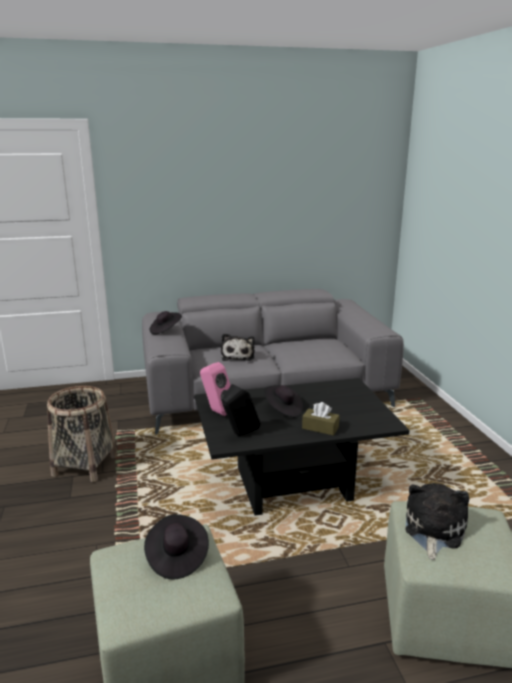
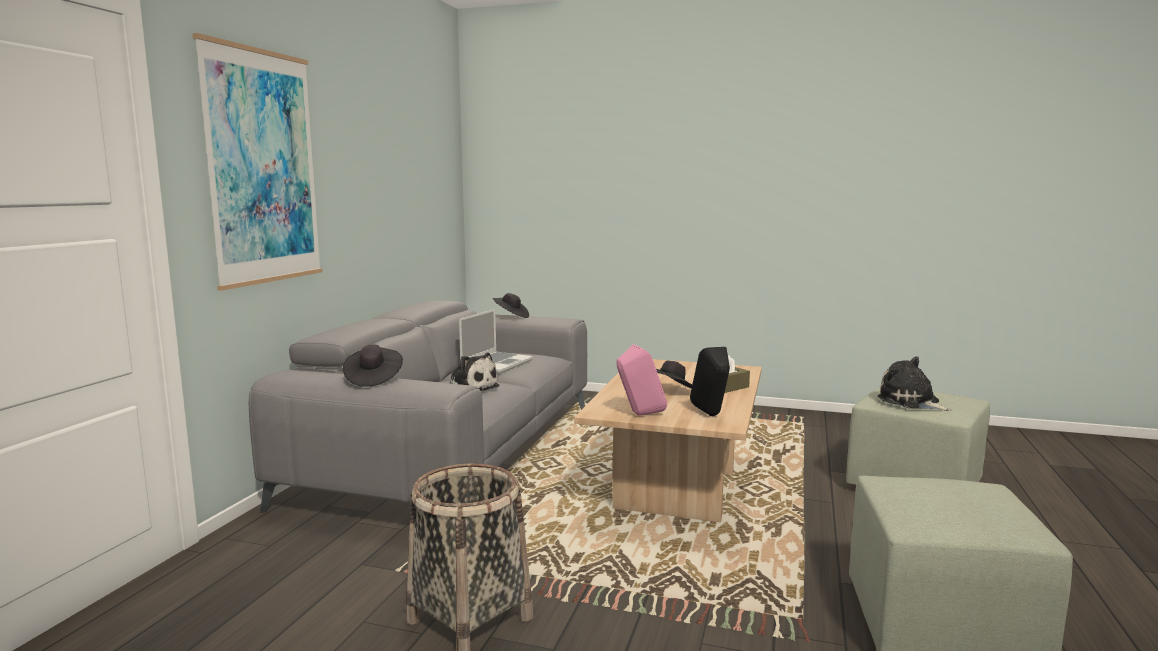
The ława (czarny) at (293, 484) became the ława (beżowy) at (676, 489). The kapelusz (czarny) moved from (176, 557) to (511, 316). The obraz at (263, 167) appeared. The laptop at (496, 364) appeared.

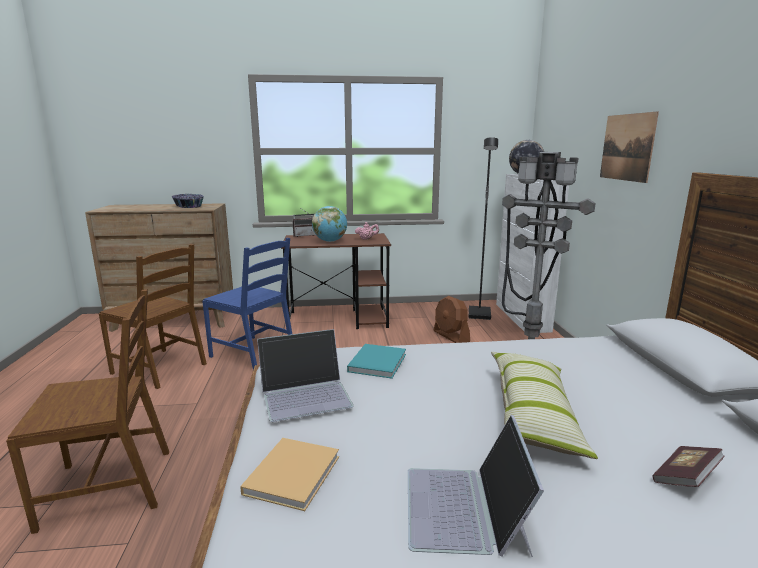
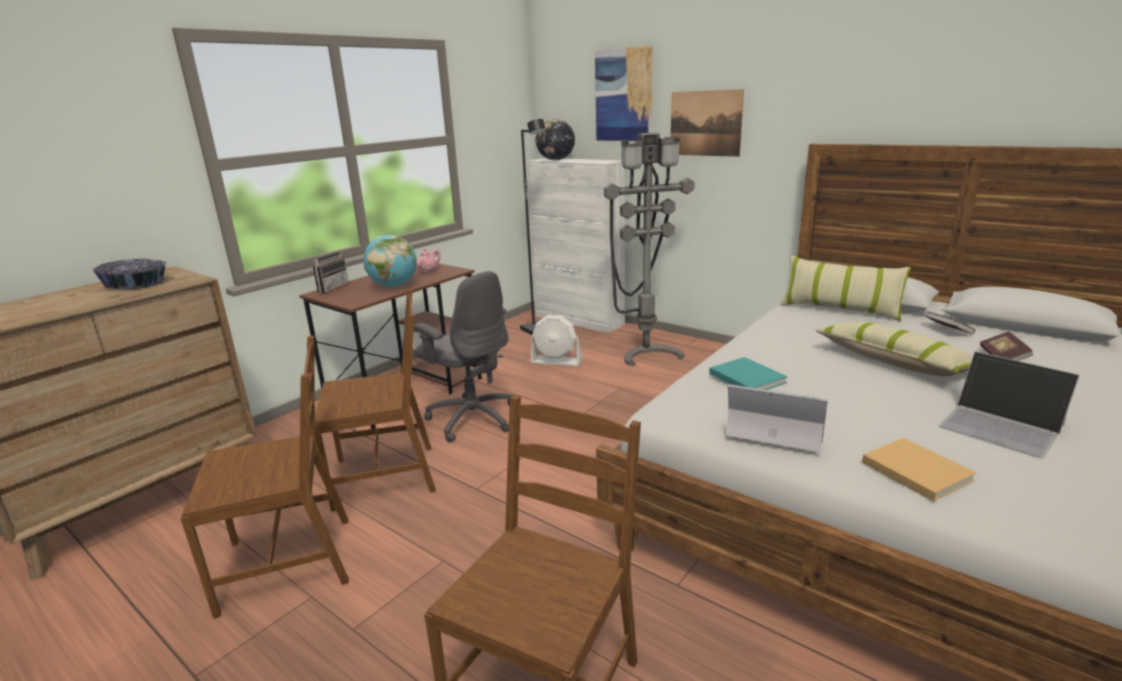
The krzesło (niebieski) at (254, 353) became the krzesło (brązowy) at (386, 475). The wentylator (brązowy) at (451, 336) became the wentylator (biały) at (556, 361). The laptop at (306, 393) turned 90 degrees counterclockwise. The obraz at (623, 95) appeared. The poduszka at (839, 309) appeared. The krzesło biurowe (szary) at (472, 418) appeared. The książka at (947, 331) appeared.

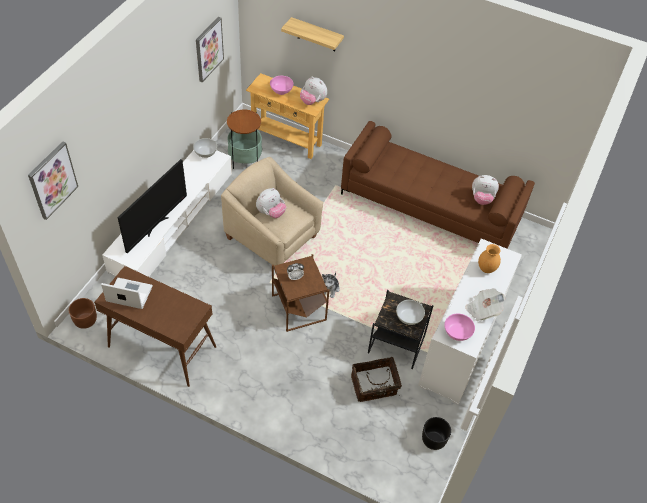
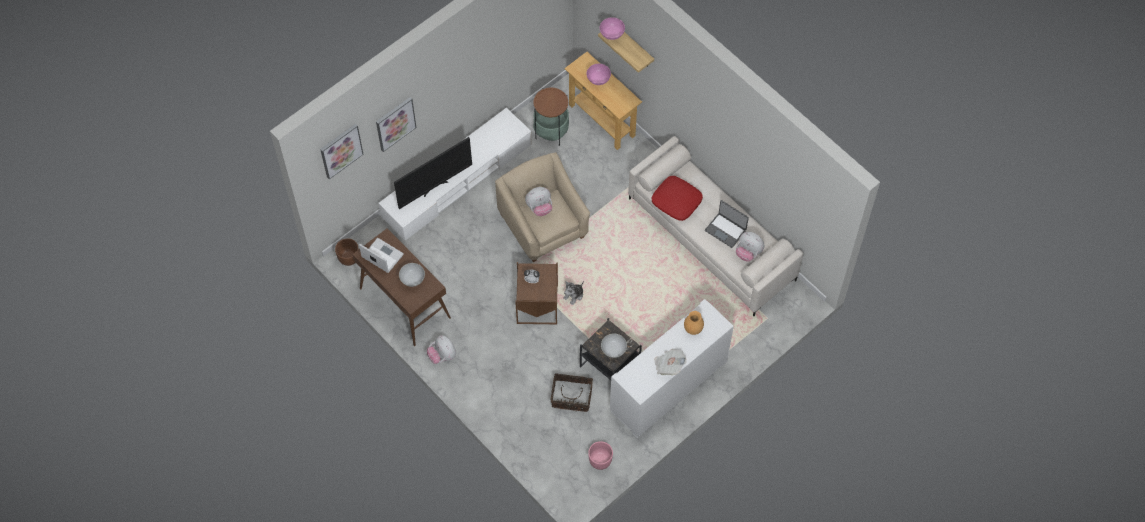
The obraz moved from (208, 49) to (395, 123). The pluszak moved from (313, 101) to (442, 356). The kanapa (brązowy) at (431, 206) became the kanapa (biały) at (712, 239). The miska (biały) moved from (205, 154) to (412, 279). The miska (różowy) moved from (457, 333) to (611, 34). The donica (czarny) at (433, 440) became the donica (różowy) at (600, 460). The poduszka (czerwony) at (677, 201) appeared. The laptop at (726, 230) appeared.

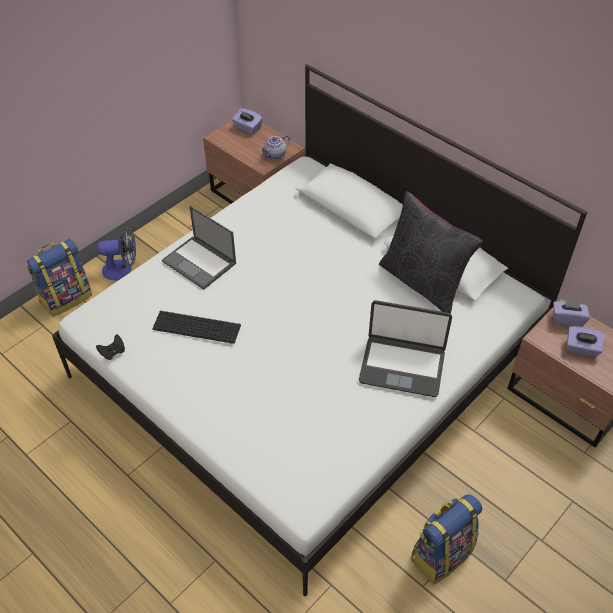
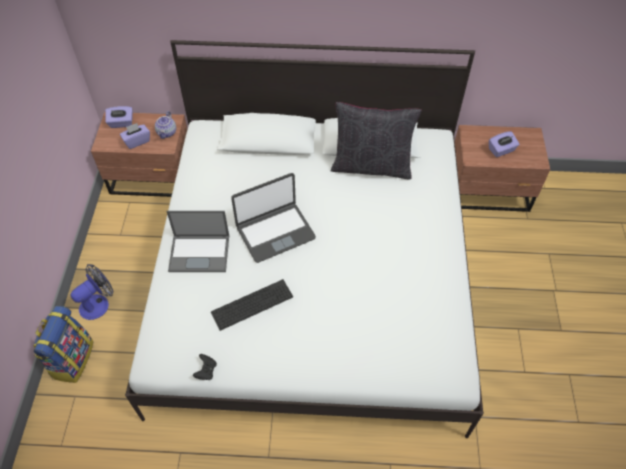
The pudełko chusteczek (fioletowy) moved from (567, 319) to (137, 141). The laptop moved from (402, 366) to (275, 232). The plecak at (441, 554) disappeared.

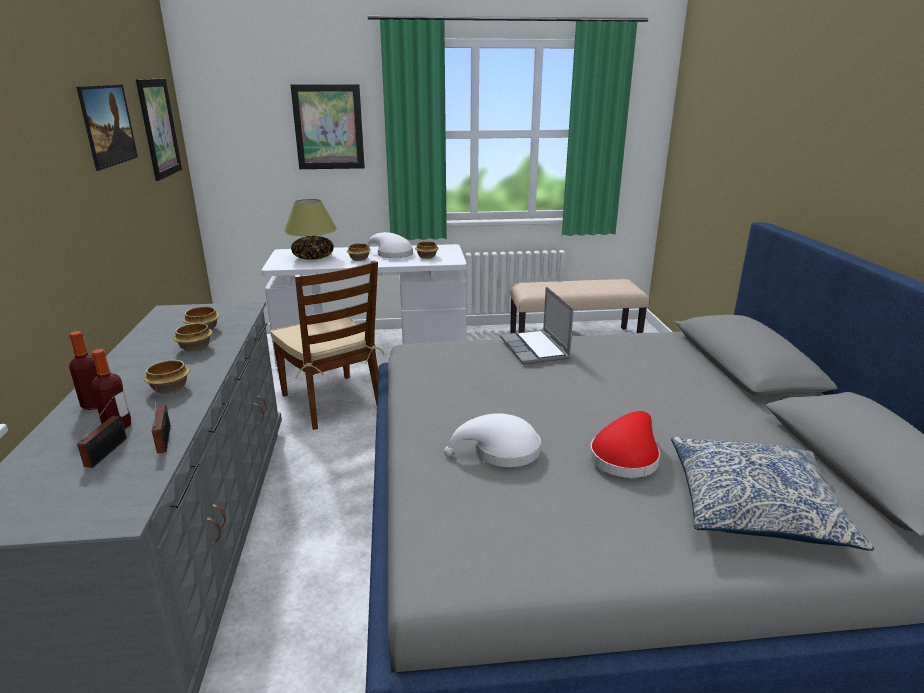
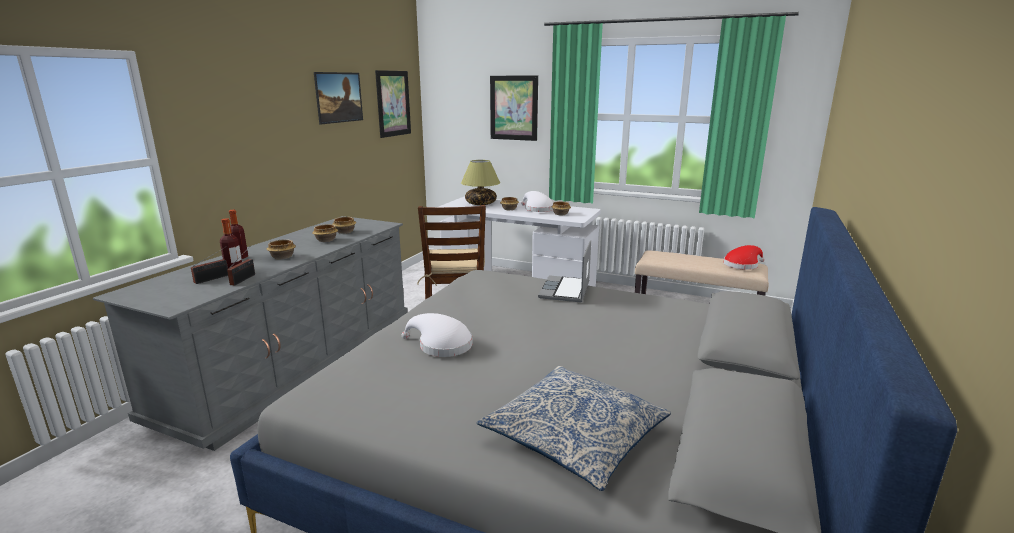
The kapelusz (czerwony) moved from (625, 456) to (742, 265).

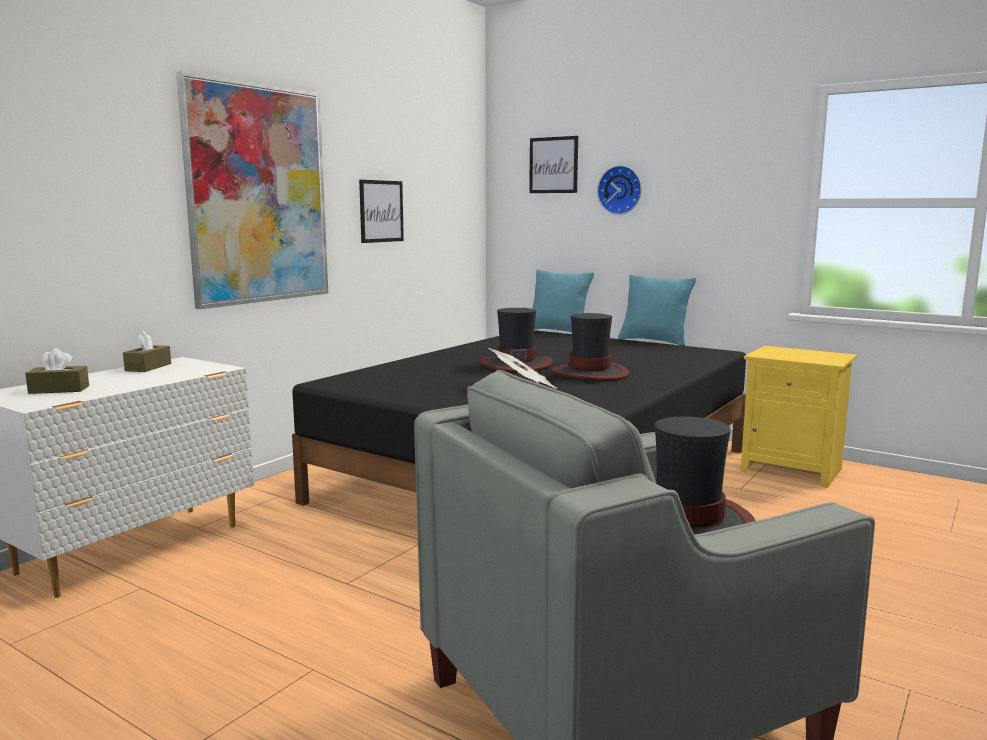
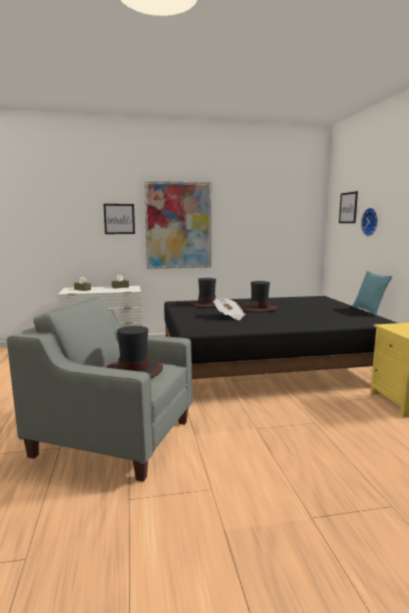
The obraz moved from (381, 211) to (119, 219). The poduszka (turkusowy) at (558, 331) disappeared. The kapelusz moved from (590, 373) to (207, 304).

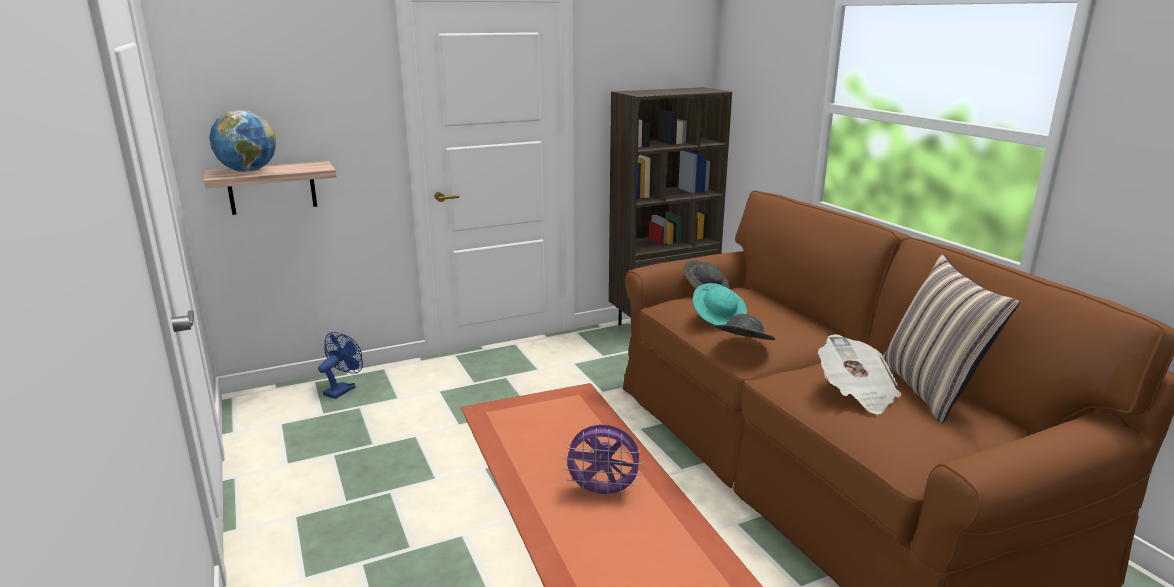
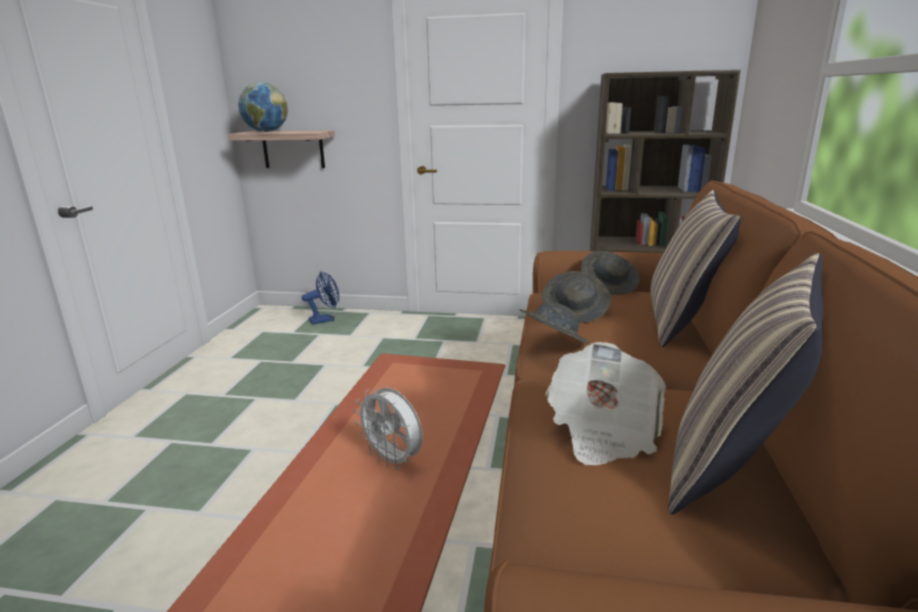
The kapelusz (turkusowy) at (719, 318) became the kapelusz (szary) at (575, 312). The wentylator (fioletowy) at (603, 493) became the wentylator (biały) at (393, 460). The poduszka at (681, 323) appeared.

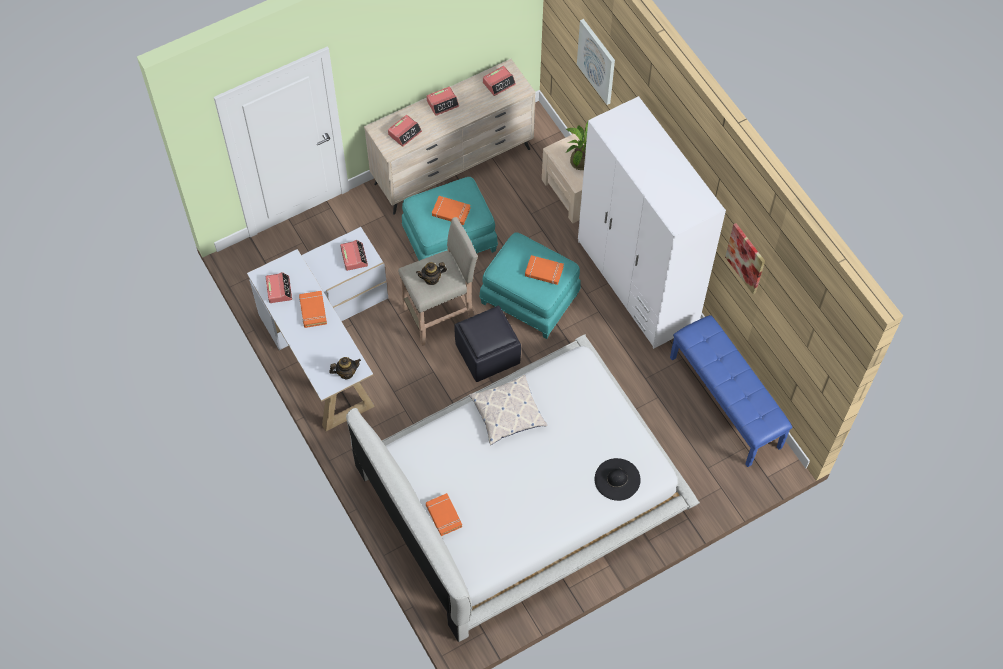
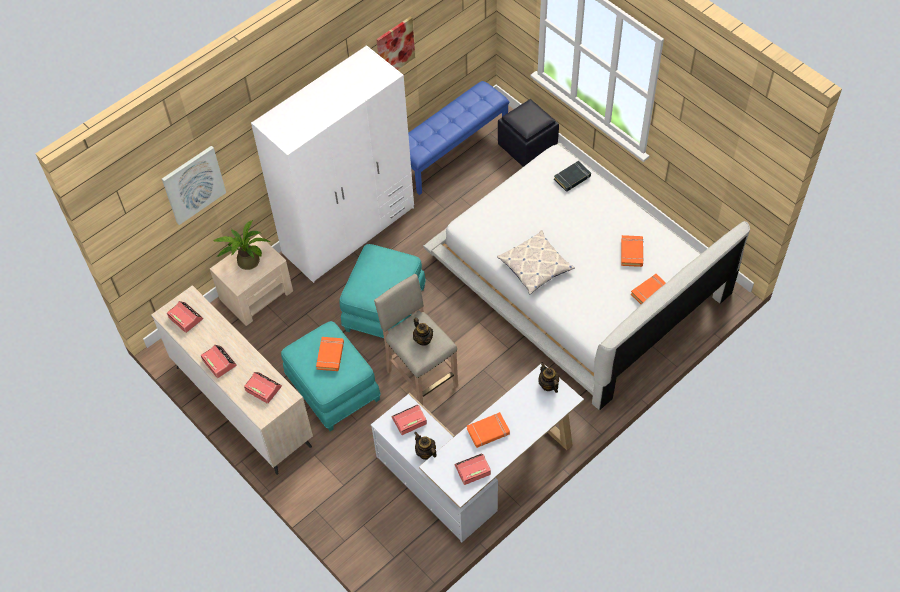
The książka (pomarańczowy) moved from (544, 272) to (632, 252). The pufa (czarny) moved from (487, 353) to (526, 146). The kapelusz (czarny) at (617, 479) was replaced by the książka (czarny) at (572, 178). The imbryk at (425, 453) appeared.

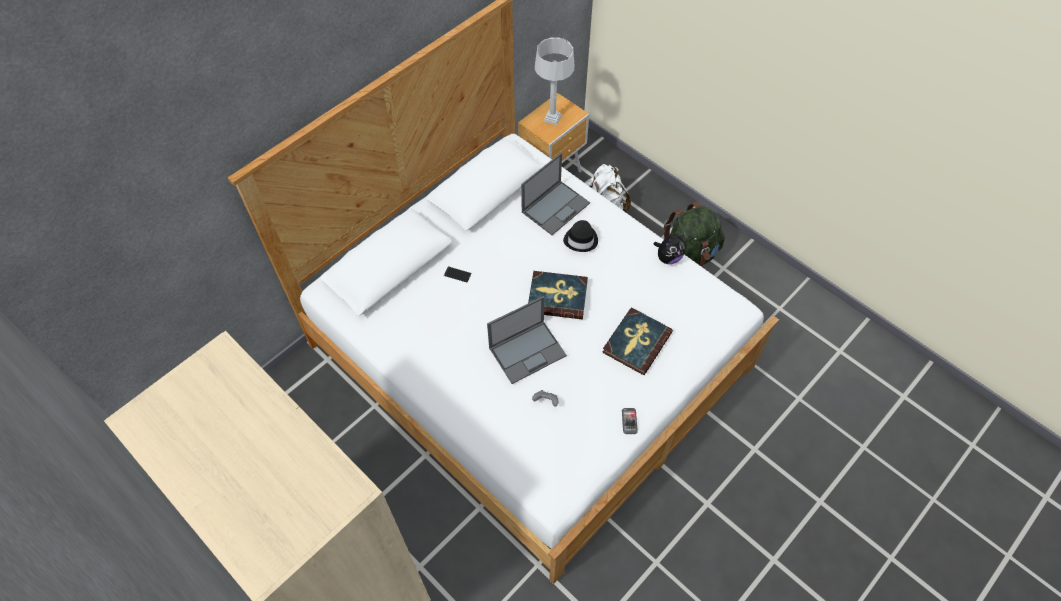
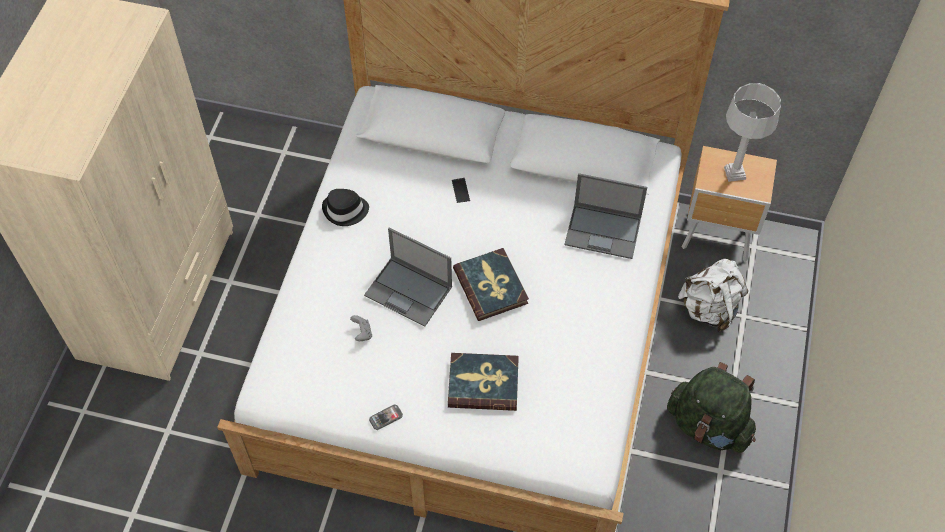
The kapelusz (czarny) moved from (581, 240) to (345, 210). The pluszak at (668, 258) disappeared.

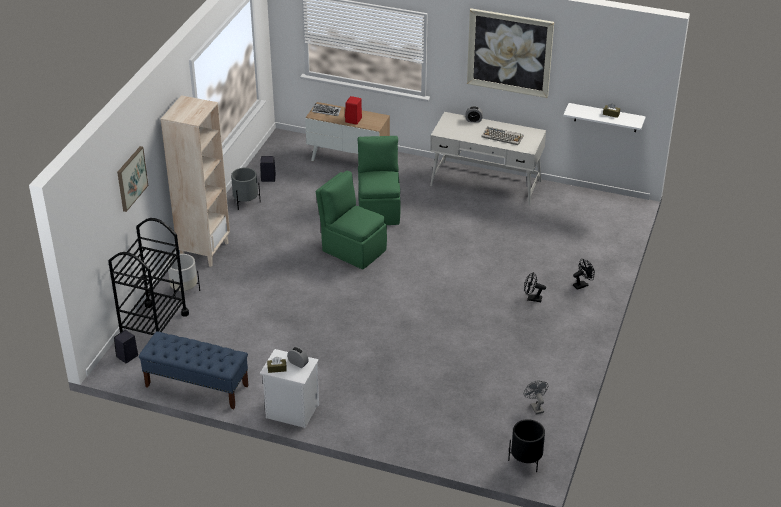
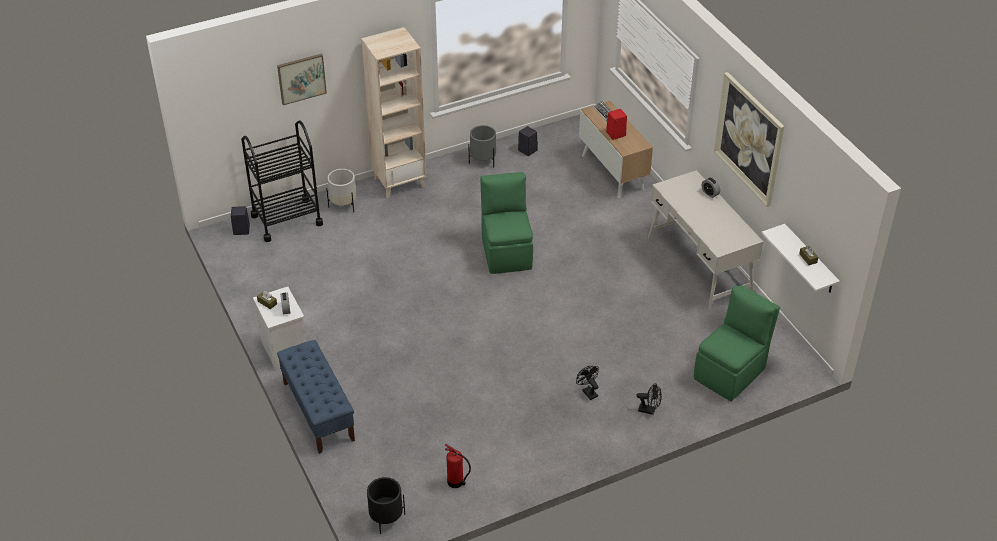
The klawiatura at (502, 136) disappeared. The krzesło (zielony) moved from (379, 209) to (731, 373). The ławka (niebieski) moved from (196, 386) to (318, 411). The wentylator (szary) at (535, 407) was replaced by the gaśnica at (456, 482).

